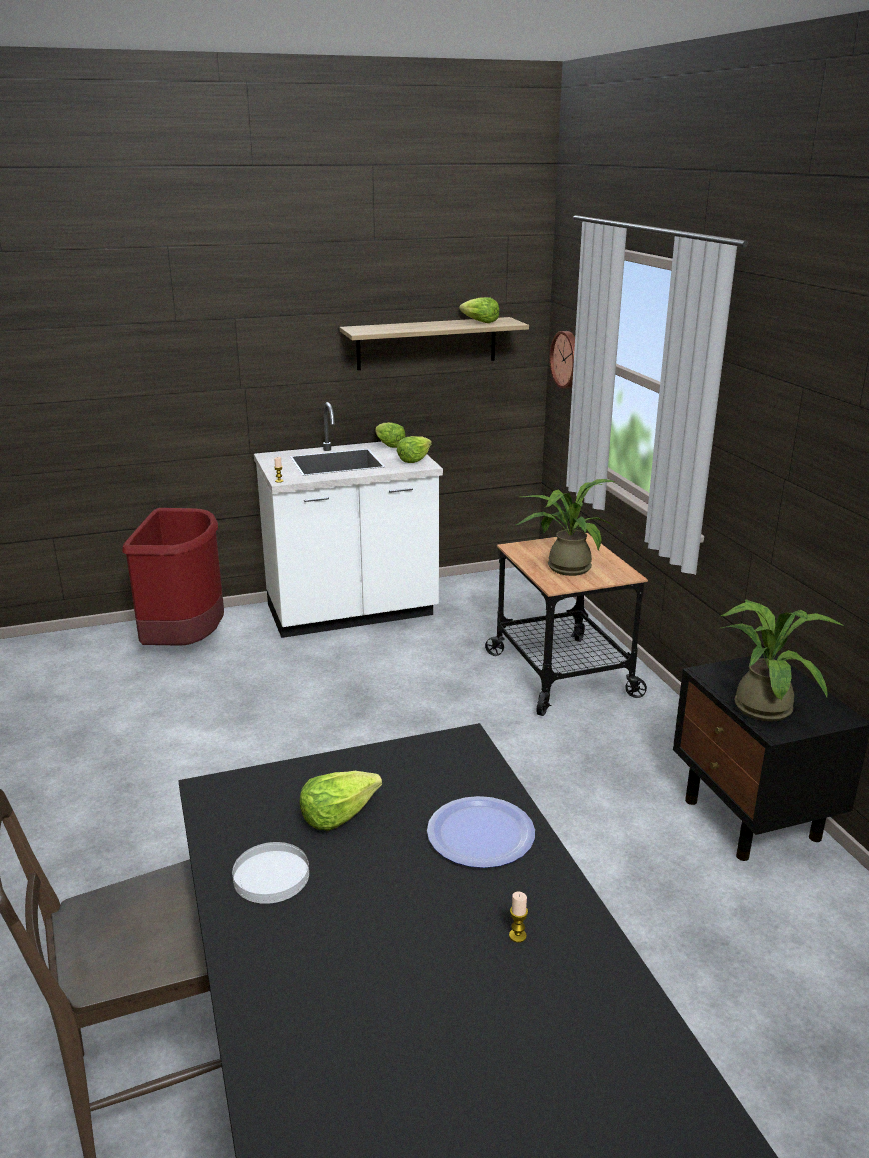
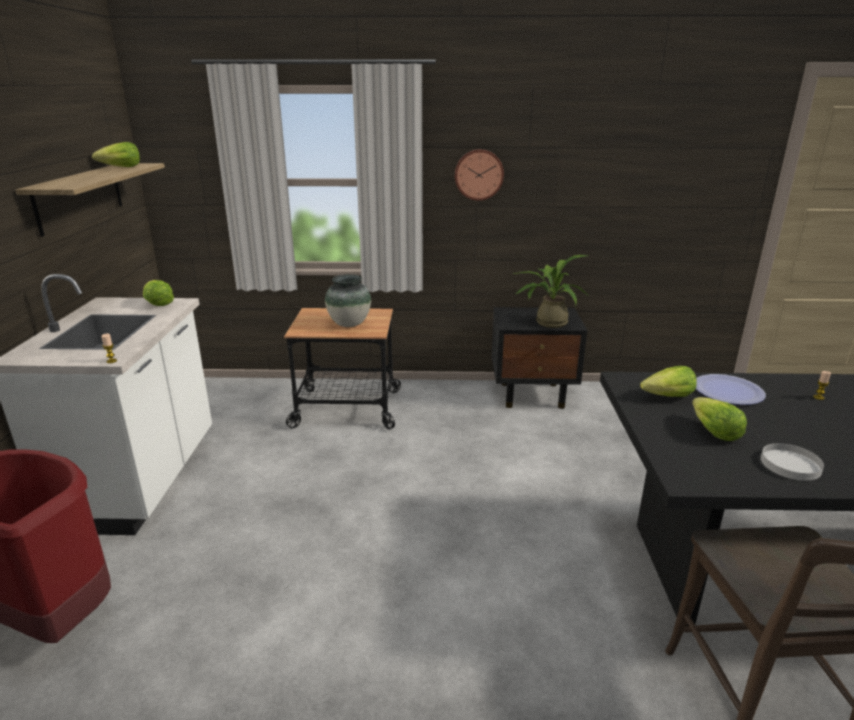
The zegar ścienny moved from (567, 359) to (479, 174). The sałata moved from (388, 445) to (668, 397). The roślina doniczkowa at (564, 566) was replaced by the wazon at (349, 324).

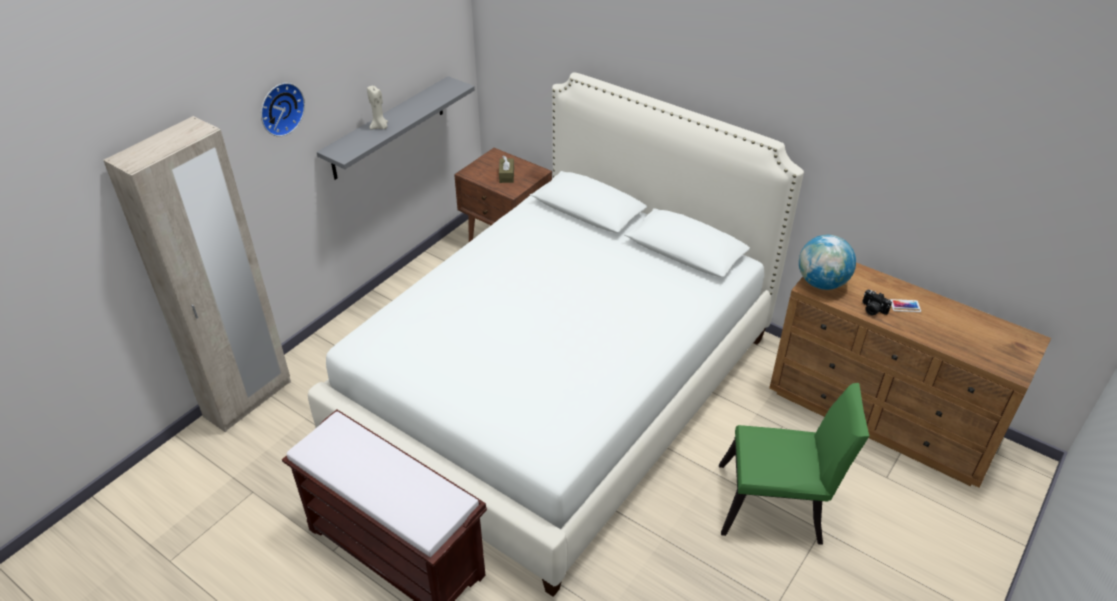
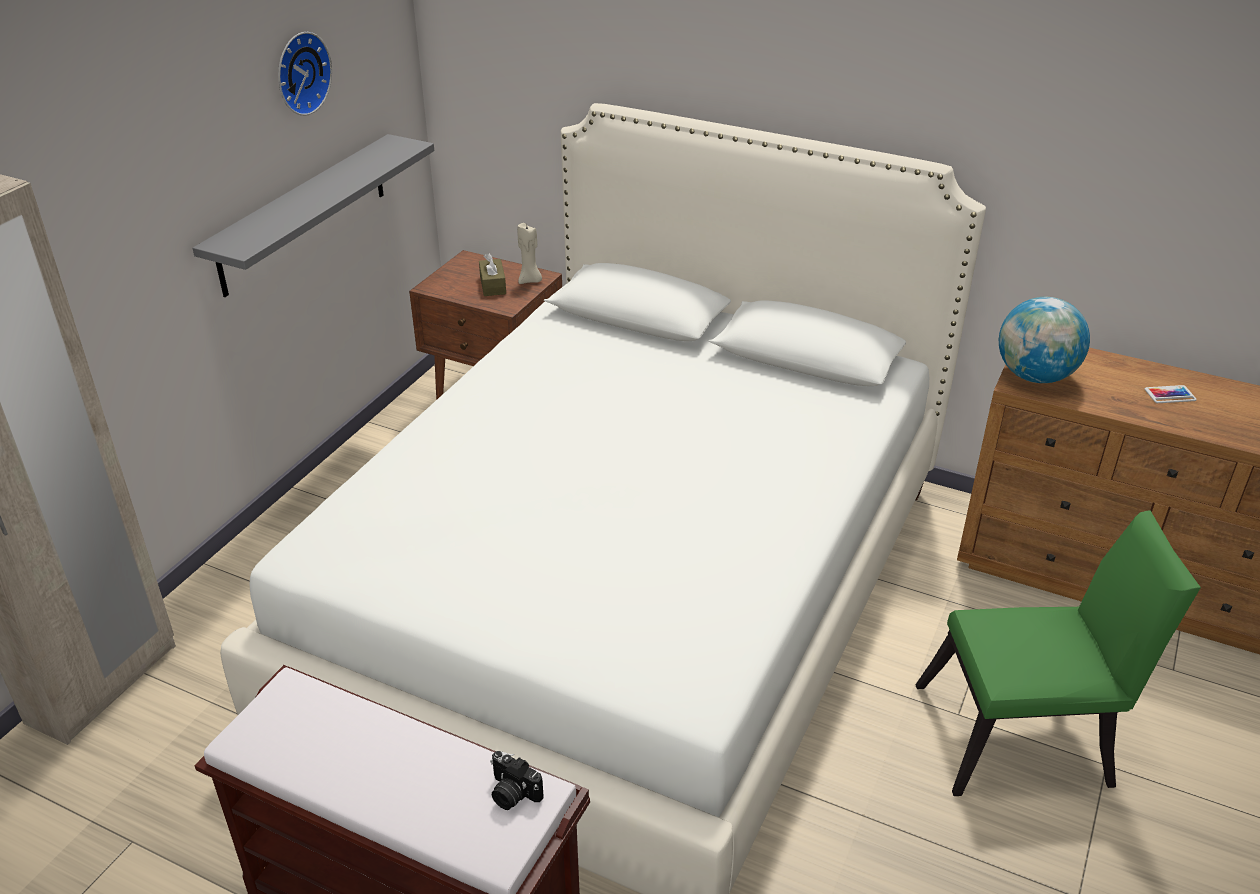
The zegar ścienny moved from (280, 108) to (300, 73). The świeca (beżowy) moved from (380, 127) to (530, 280). The aparat fotograficzny moved from (872, 310) to (512, 793).

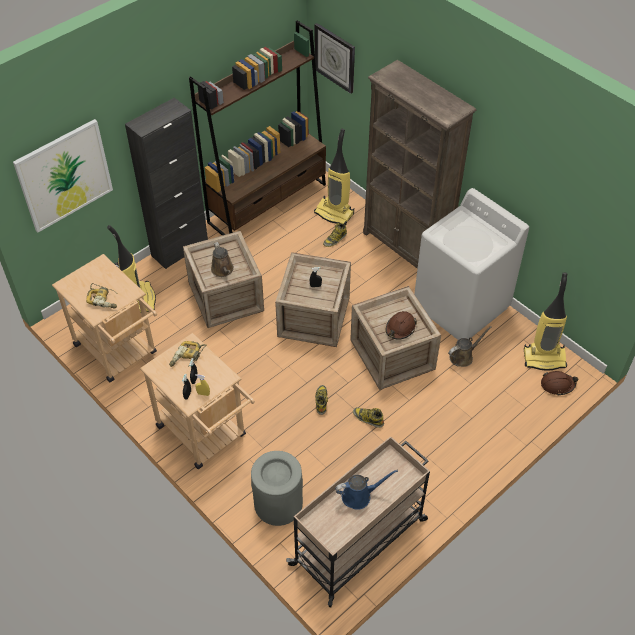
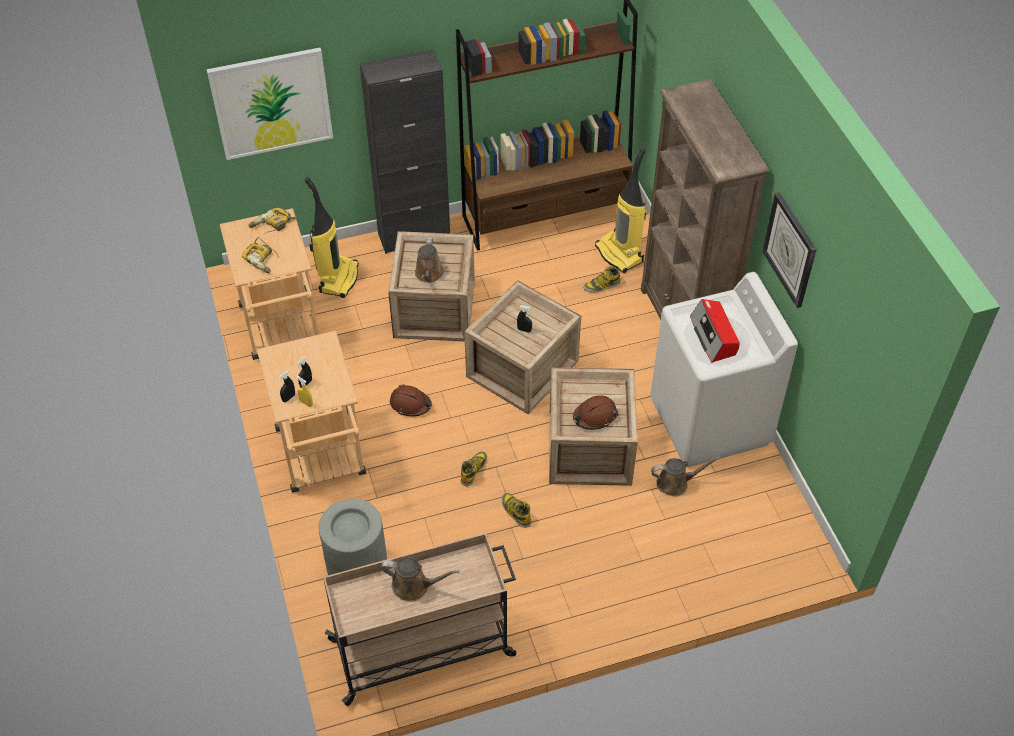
The zegar ścienny moved from (335, 58) to (790, 250). The odkurzacz at (544, 358) disappeared. The wiertarka moved from (188, 357) to (273, 225). The kask (brązowy) moved from (557, 385) to (410, 404). The konewka (niebieski) at (359, 496) became the konewka (brązowy) at (414, 586). The radio at (713, 337) appeared.

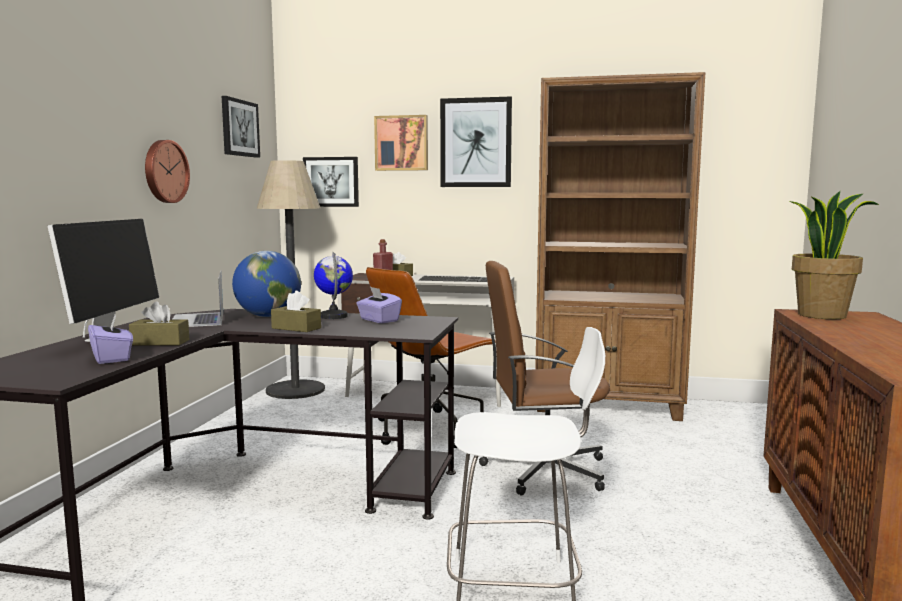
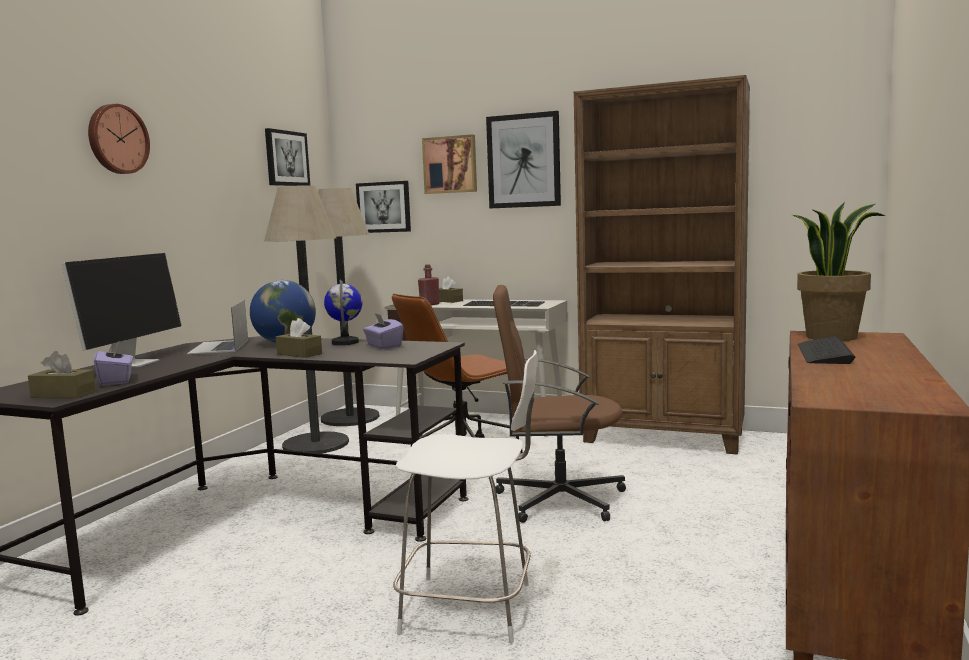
The zegar ścienny moved from (164, 171) to (117, 139). The pudełko chusteczek (brązowy) moved from (160, 342) to (63, 394). The lampa stojąca at (316, 444) appeared. The klawiatura at (824, 353) appeared.

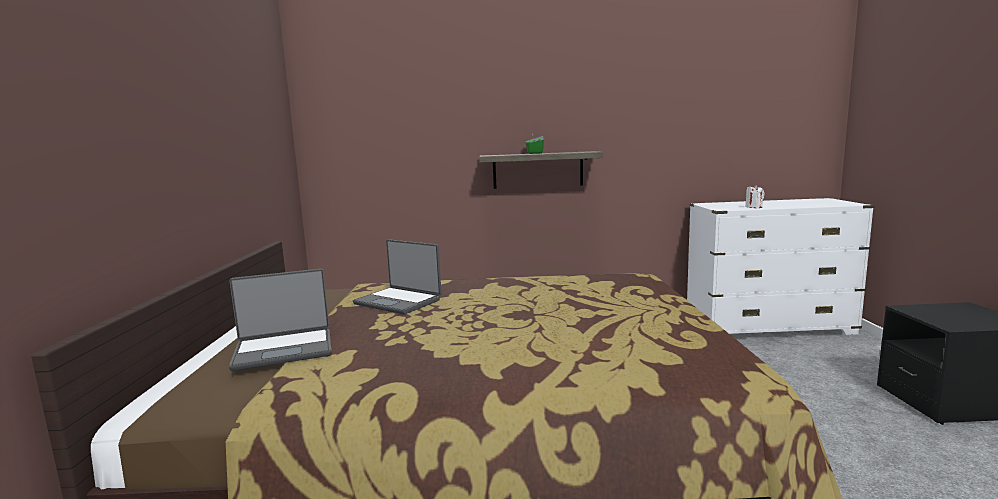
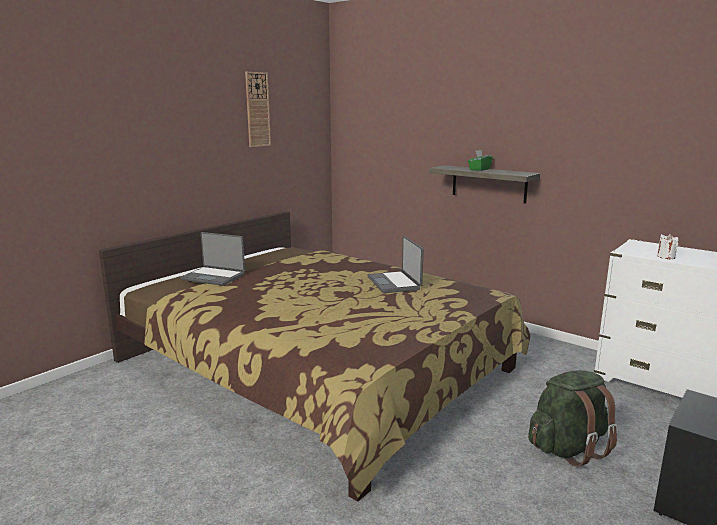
The laptop moved from (399, 301) to (395, 283). The zegar ścienny at (257, 109) appeared. The plecak (zielony) at (568, 448) appeared.

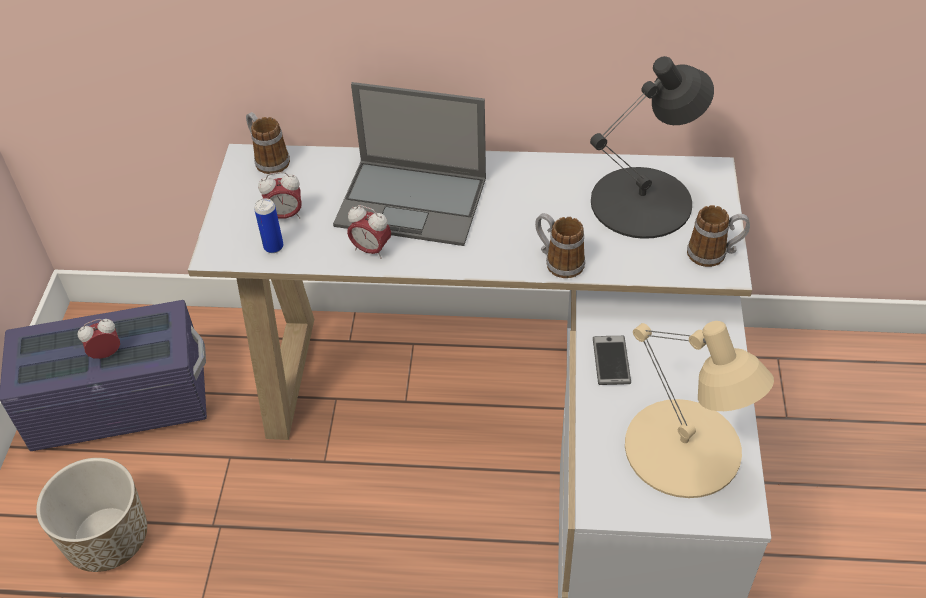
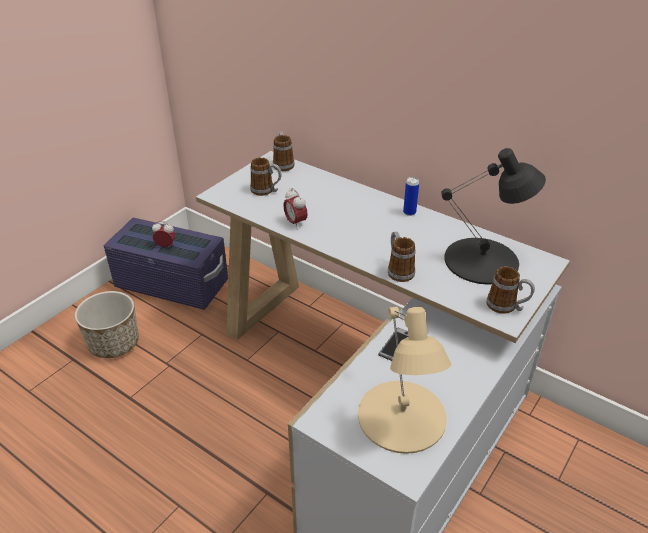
The laptop at (413, 202) disappeared. The budzik at (285, 216) was replaced by the kubek at (266, 191). The puszka moved from (273, 247) to (409, 212).

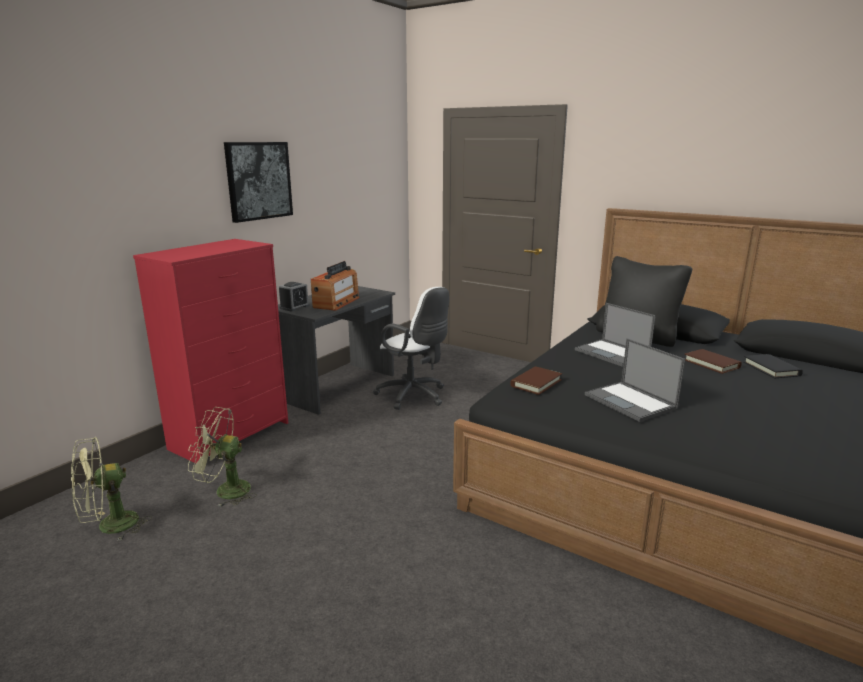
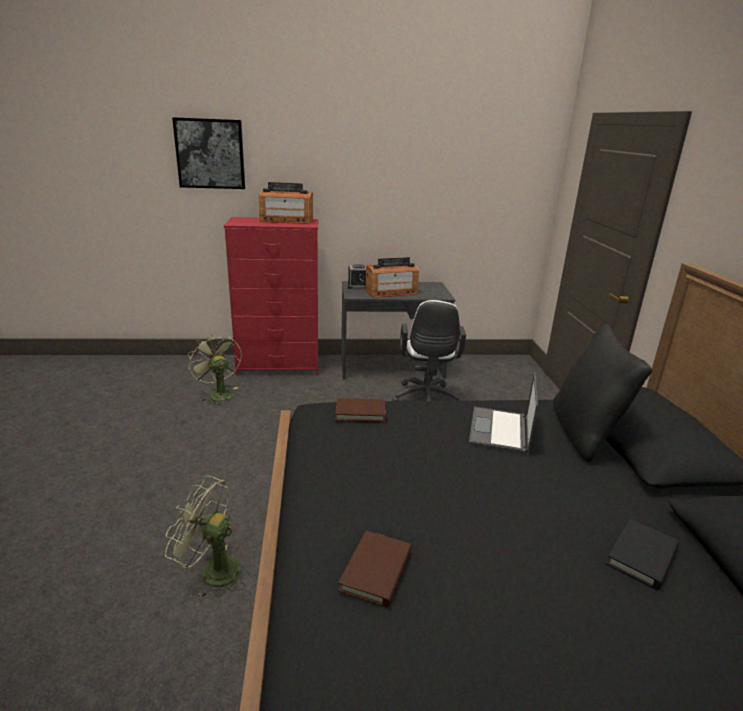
The obraz moved from (258, 181) to (210, 154). The laptop at (631, 402) disappeared. The książka (brązowy) moved from (711, 364) to (376, 571). The wentylator (zielony) moved from (109, 527) to (211, 571). The radio at (286, 220) appeared.

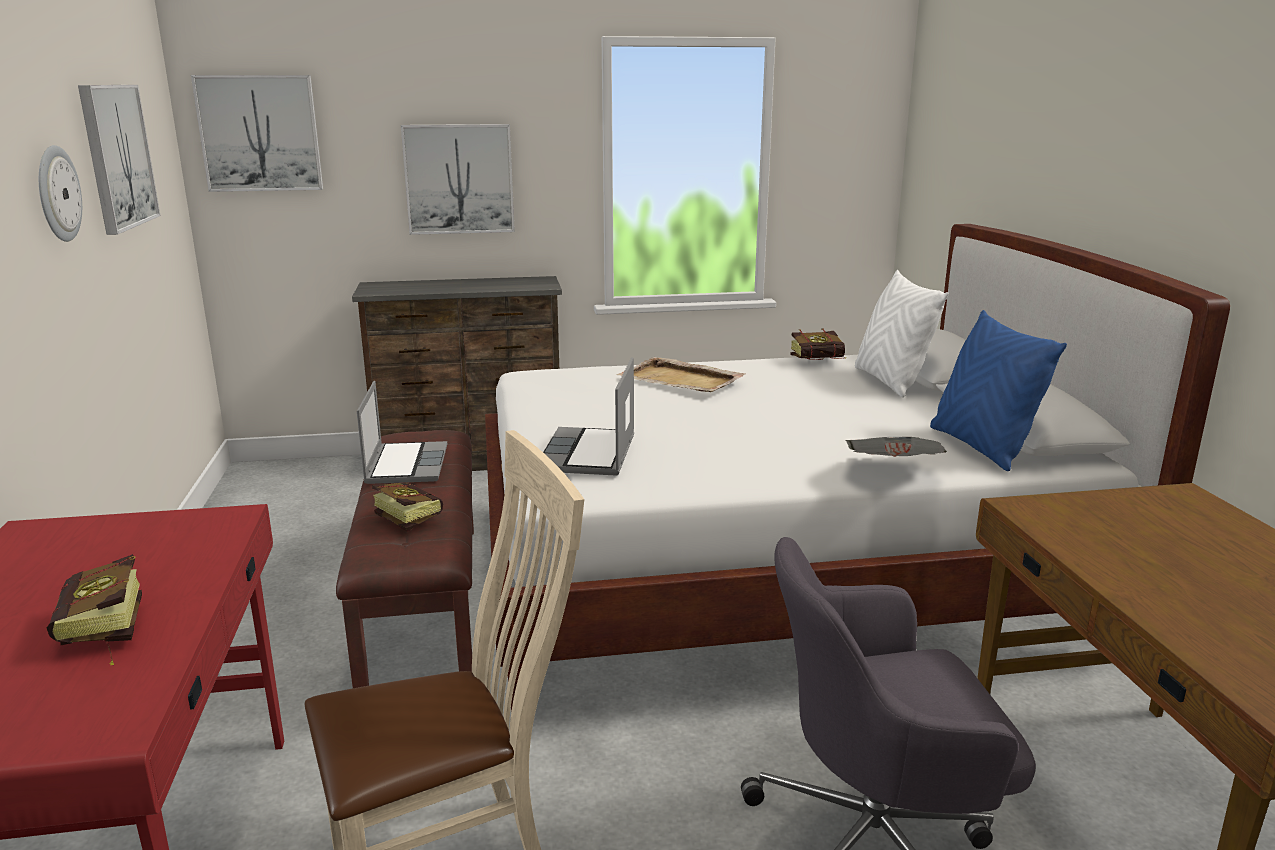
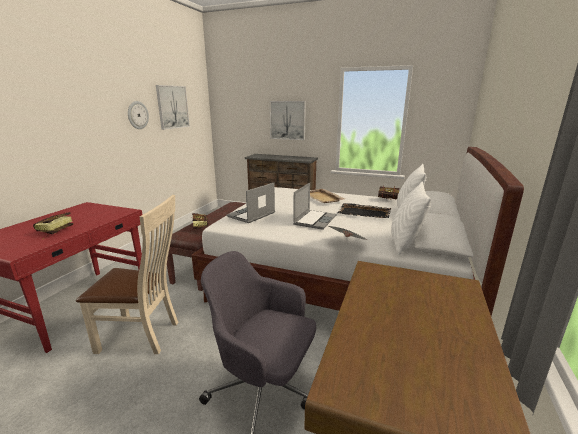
The obraz at (260, 133) disappeared. The poduszka (niebieski) at (981, 447) became the poduszka (biały) at (404, 243). The laptop moved from (405, 465) to (314, 220). The taca (czarny) at (364, 213) appeared.

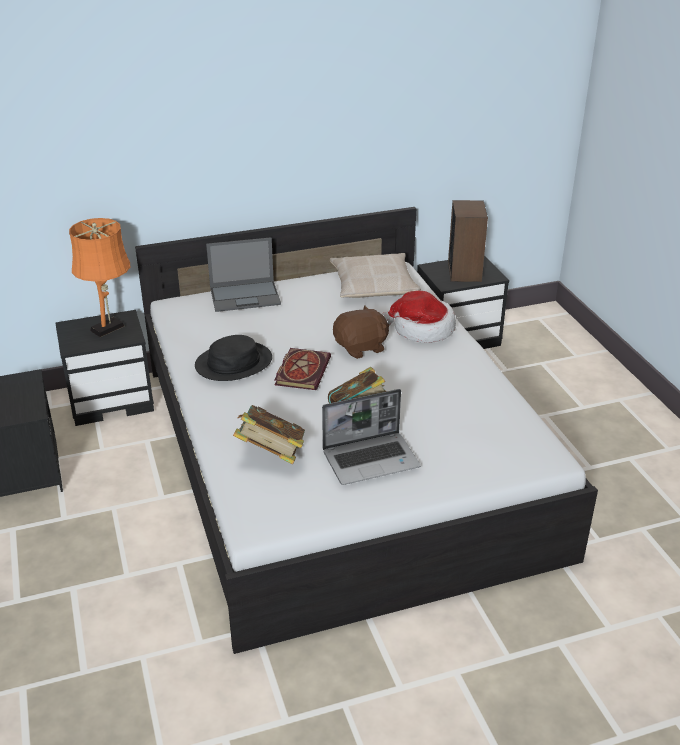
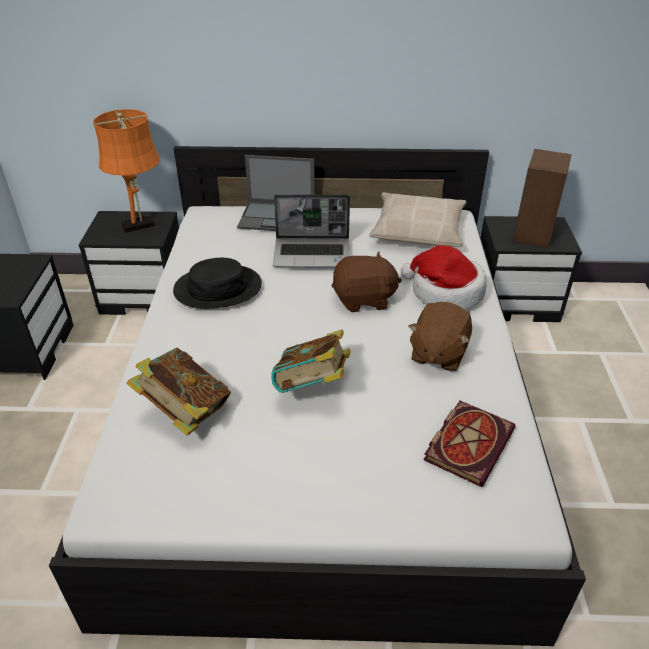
The książka moved from (302, 370) to (468, 442). The laptop moved from (371, 459) to (313, 254). The pluszak (brązowy) at (437, 353) appeared.

